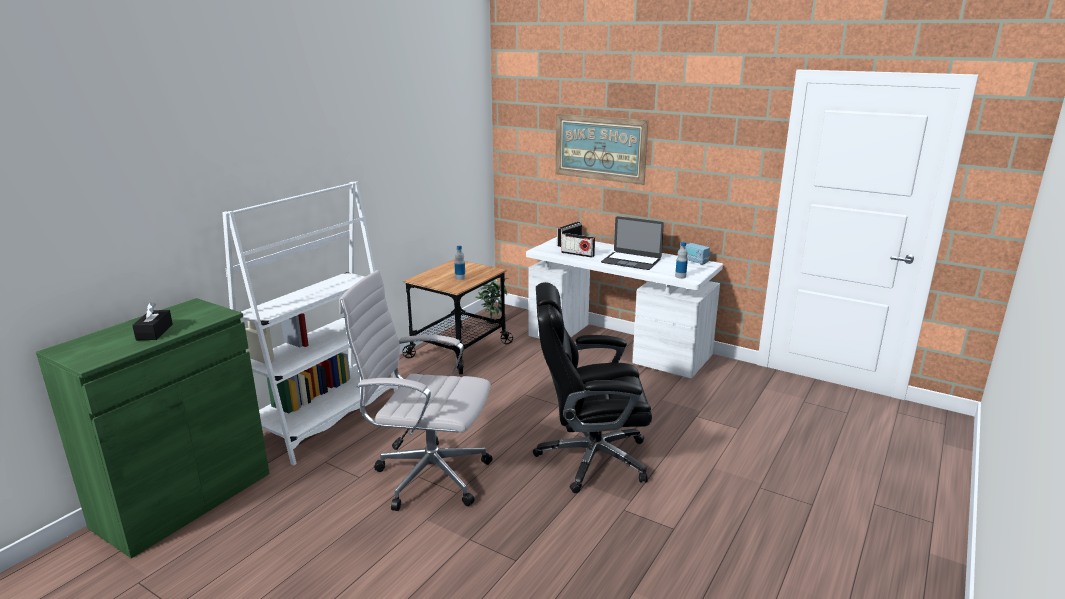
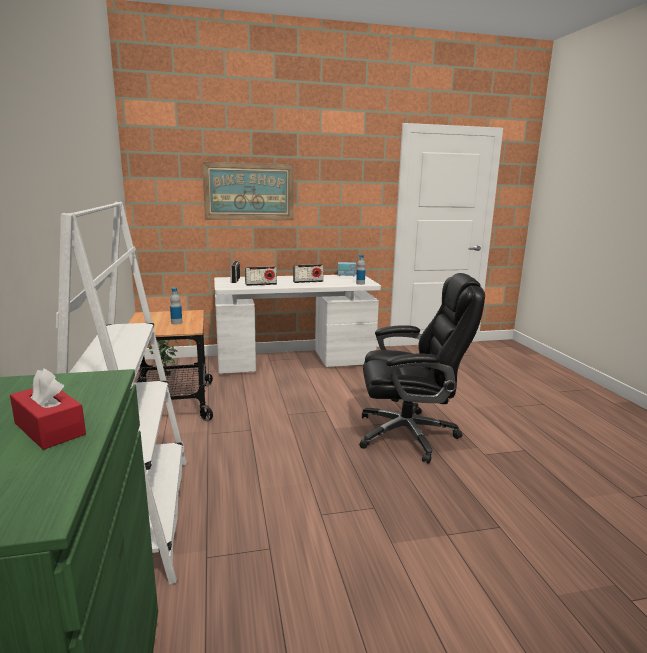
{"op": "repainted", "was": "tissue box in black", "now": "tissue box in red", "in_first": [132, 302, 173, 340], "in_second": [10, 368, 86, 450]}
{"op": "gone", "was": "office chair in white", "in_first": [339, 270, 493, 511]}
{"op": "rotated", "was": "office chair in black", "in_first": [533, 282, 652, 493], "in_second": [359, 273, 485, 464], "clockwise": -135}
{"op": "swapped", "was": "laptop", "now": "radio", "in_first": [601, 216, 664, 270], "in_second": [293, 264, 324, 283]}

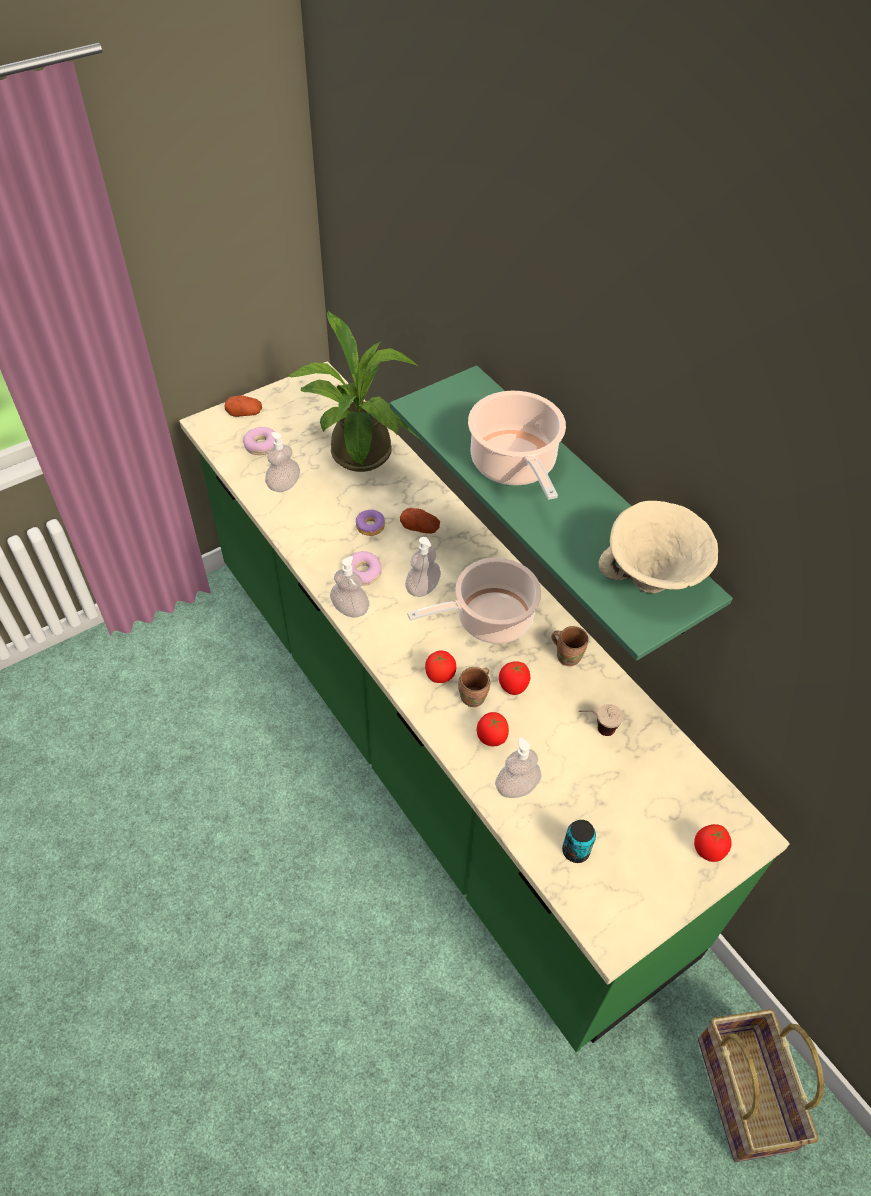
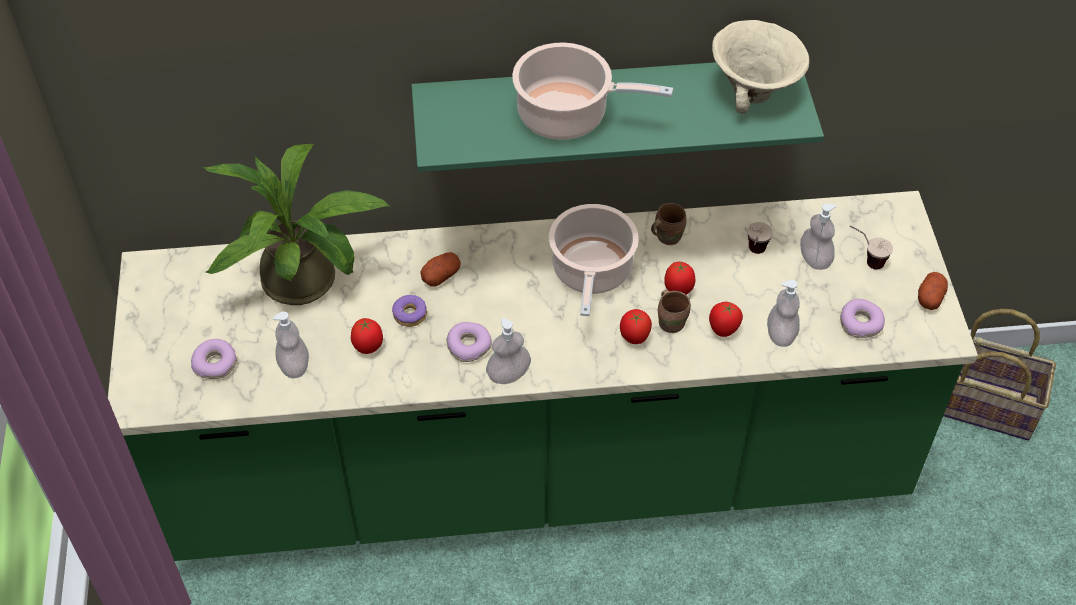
{"op": "shifted", "was": "potato", "in_first": [224, 395, 262, 417], "in_second": [918, 272, 948, 310]}
{"op": "shifted", "was": "soap dispenser", "in_first": [405, 537, 441, 597], "in_second": [800, 204, 836, 270]}
{"op": "swapped", "was": "can", "now": "donut", "in_first": [562, 820, 596, 863], "in_second": [840, 299, 885, 338]}
{"op": "shifted", "was": "tomato", "in_first": [694, 824, 732, 862], "in_second": [351, 318, 383, 354]}
{"op": "new", "now": "cup", "in_second": [850, 225, 893, 270]}

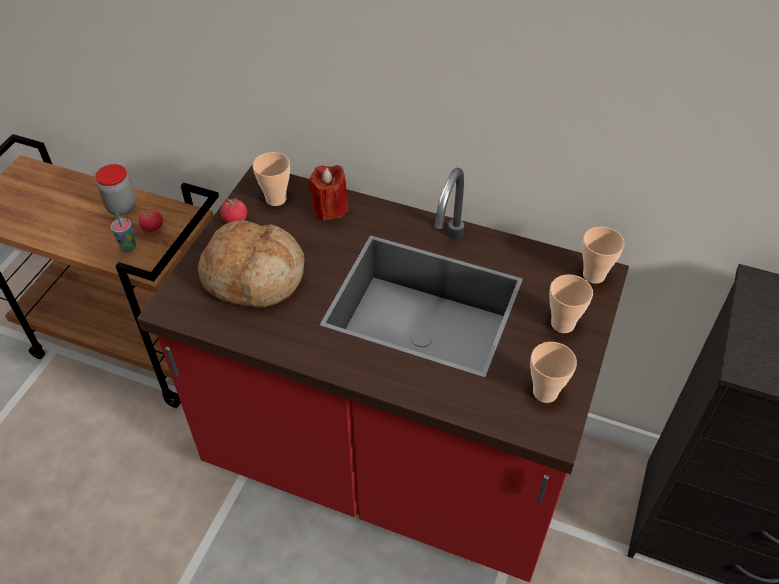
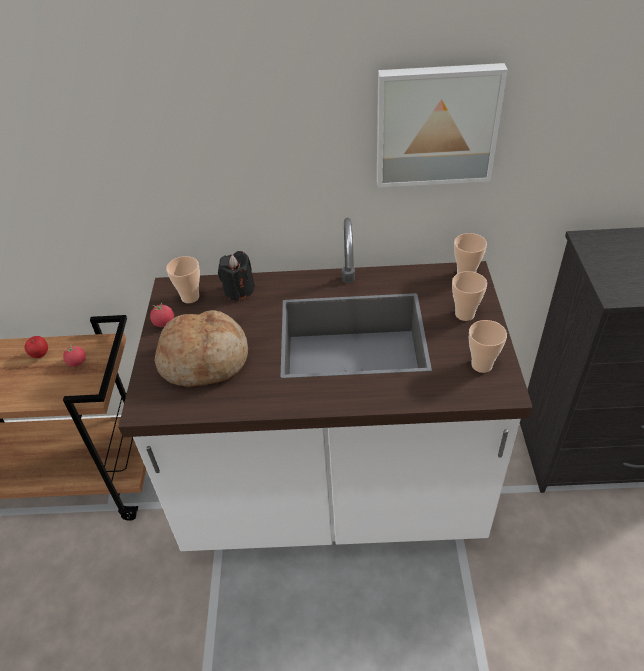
{"op": "swapped", "was": "jar", "now": "apple", "in_first": [95, 164, 136, 215], "in_second": [24, 336, 48, 358]}
{"op": "gone", "was": "cup", "in_first": [111, 213, 136, 252]}
{"op": "repainted", "was": "counter in red", "now": "counter in white", "in_first": [137, 164, 629, 582], "in_second": [118, 218, 533, 551]}
{"op": "repainted", "was": "candle in red", "now": "candle in black", "in_first": [308, 165, 348, 221], "in_second": [218, 251, 255, 301]}
{"op": "new", "now": "picture", "in_second": [377, 63, 508, 187]}

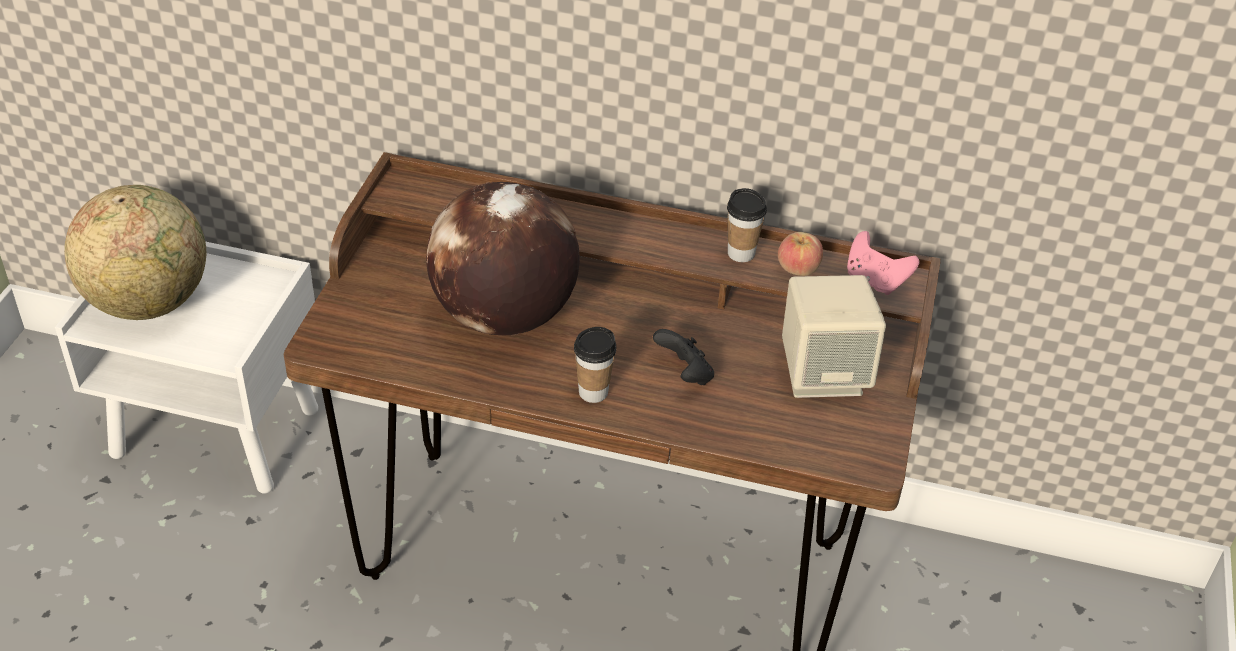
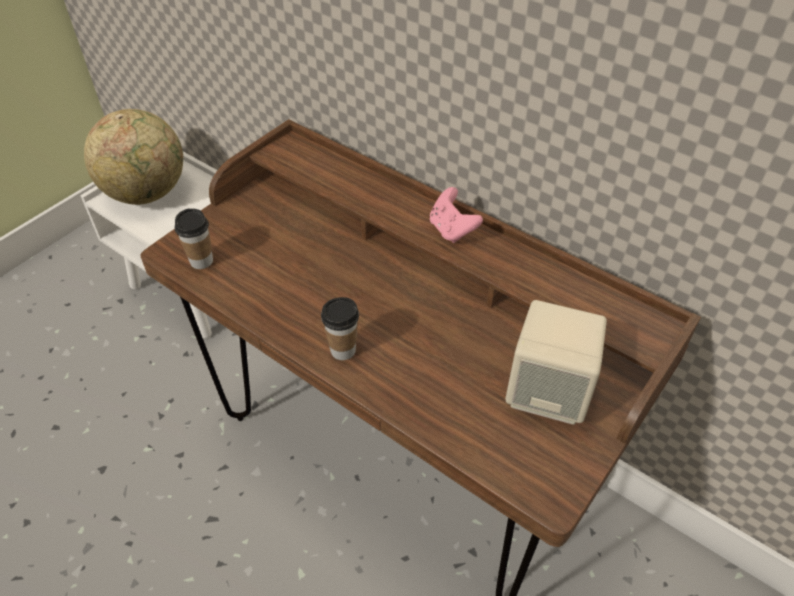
{"op": "gone", "was": "globe", "in_first": [426, 182, 580, 335]}
{"op": "gone", "was": "game controller in black", "in_first": [653, 329, 714, 385]}
{"op": "shifted", "was": "cup", "in_first": [727, 188, 767, 262], "in_second": [175, 208, 213, 269]}
{"op": "gone", "was": "apple", "in_first": [778, 232, 823, 276]}
{"op": "shifted", "was": "game controller in pink", "in_first": [847, 231, 919, 295], "in_second": [430, 187, 483, 243]}

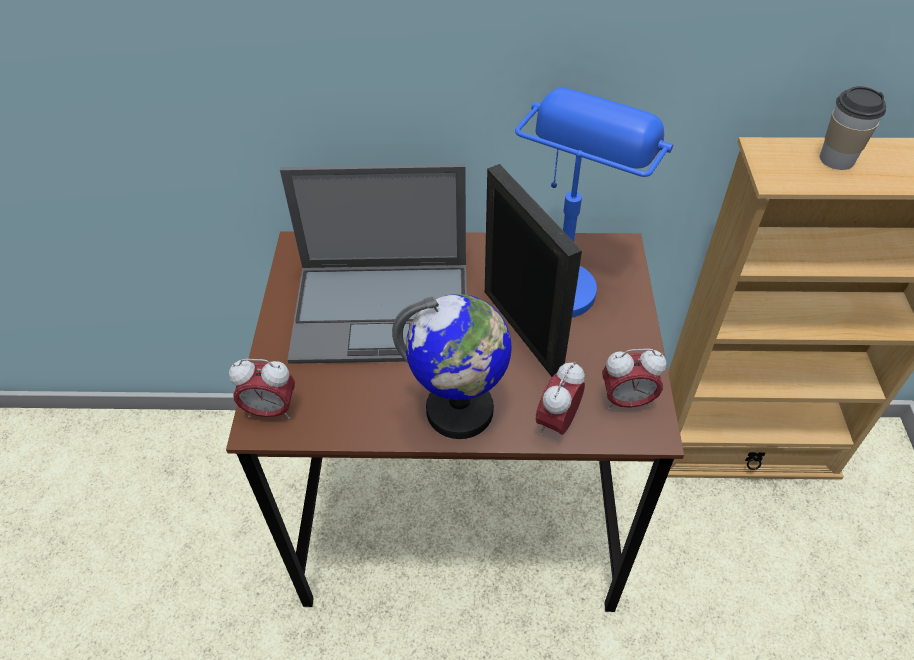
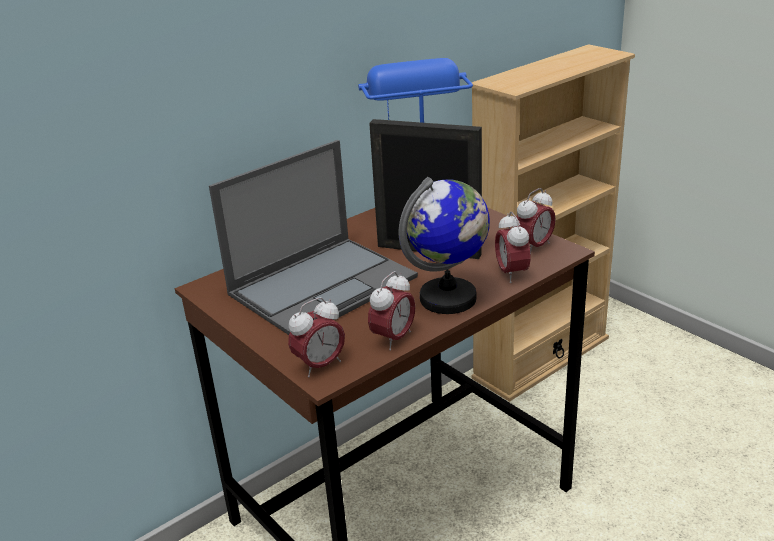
{"op": "gone", "was": "cup", "in_first": [820, 86, 886, 170]}
{"op": "new", "now": "alarm clock", "in_second": [368, 271, 415, 350]}

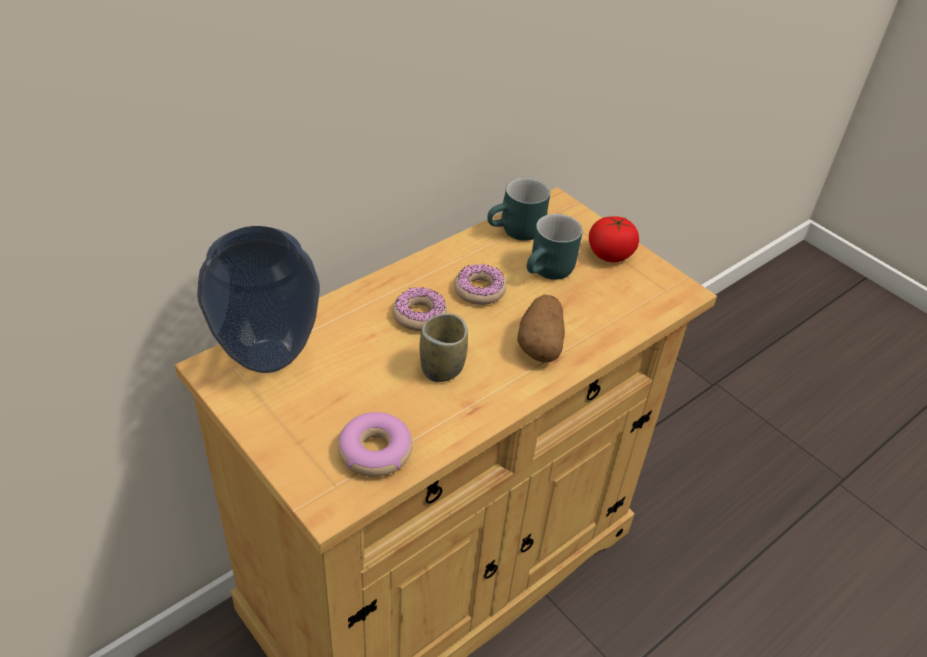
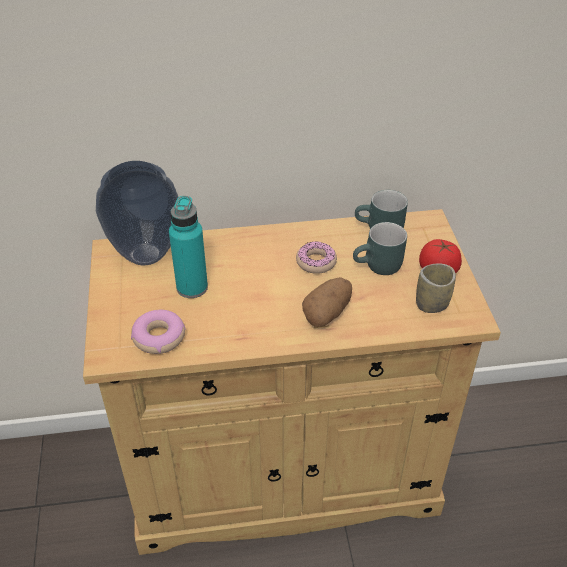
{"op": "gone", "was": "donut", "in_first": [392, 287, 447, 331]}
{"op": "shifted", "was": "cup", "in_first": [419, 313, 468, 382], "in_second": [416, 263, 456, 313]}
{"op": "new", "now": "bottle in turquoise", "in_second": [169, 196, 208, 298]}

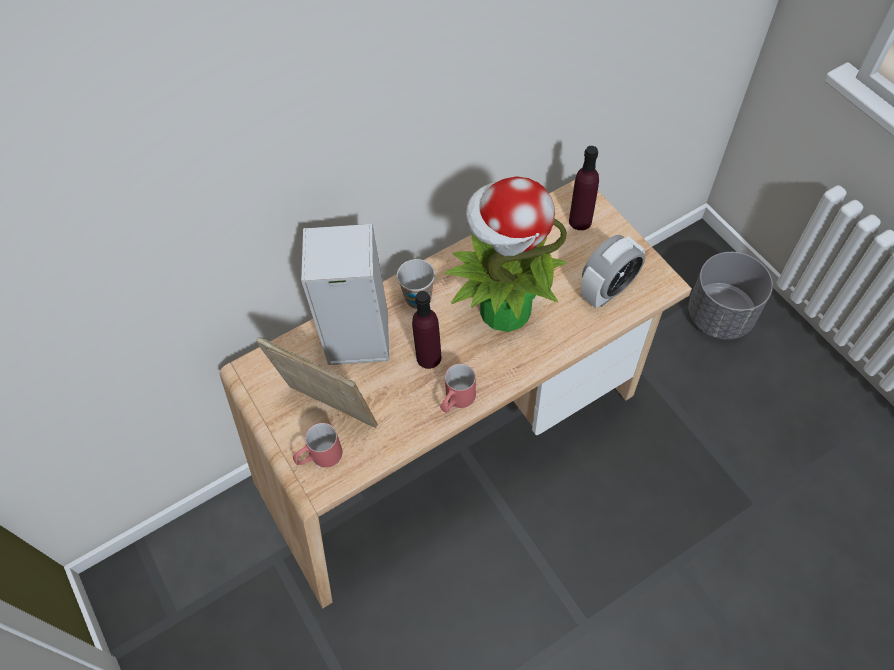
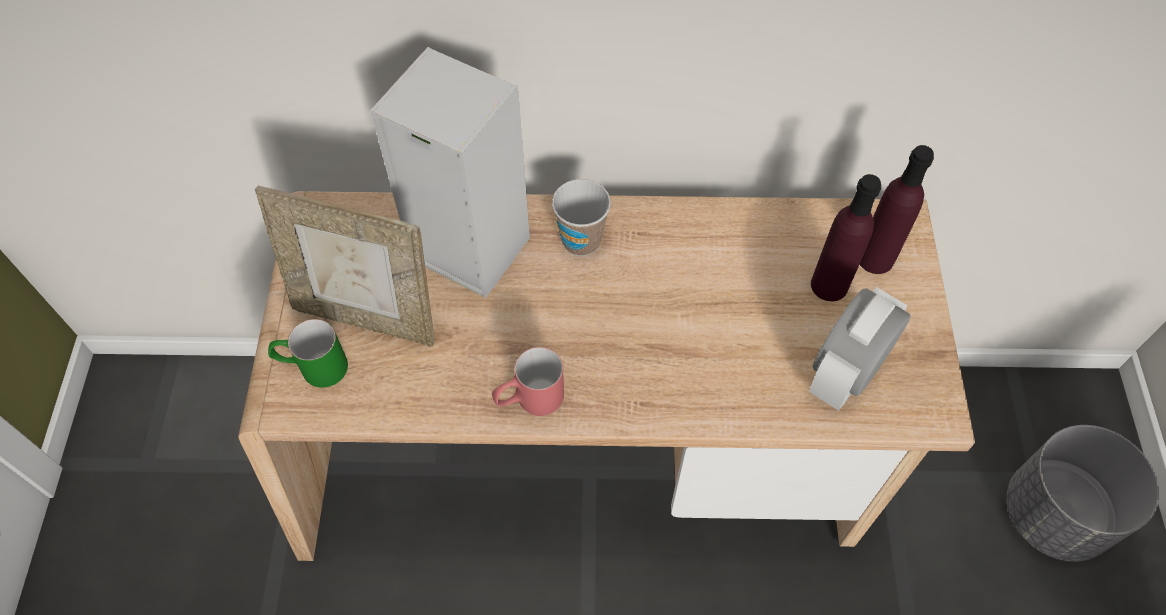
{"op": "rotated", "was": "picture frame", "in_first": [256, 337, 378, 428], "in_second": [255, 186, 434, 347], "clockwise": 135}
{"op": "repainted", "was": "mug in red", "now": "mug in green", "in_first": [293, 423, 343, 468], "in_second": [268, 319, 348, 388]}
{"op": "shifted", "was": "bottle in purple", "in_first": [412, 291, 441, 369], "in_second": [811, 174, 881, 301]}
{"op": "gone", "was": "potted plant", "in_first": [444, 176, 567, 332]}
{"op": "rotated", "was": "alarm clock", "in_first": [581, 235, 645, 308], "in_second": [809, 287, 911, 411], "clockwise": 135}

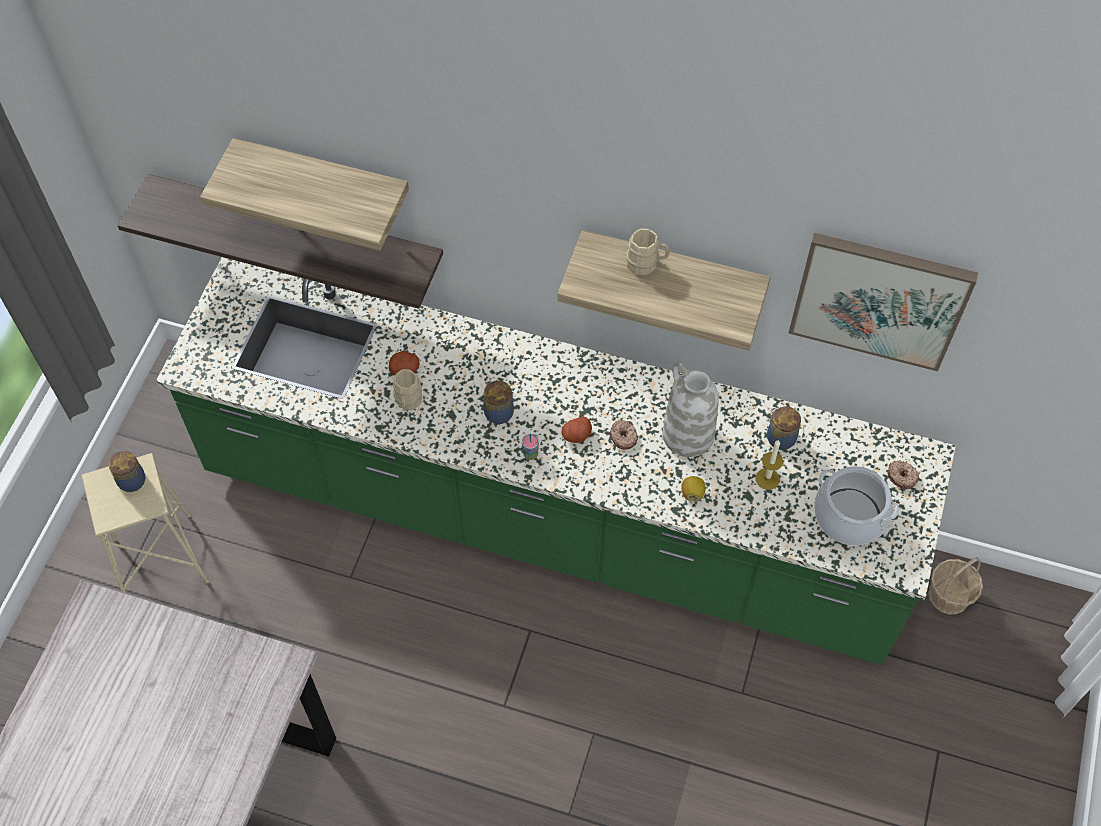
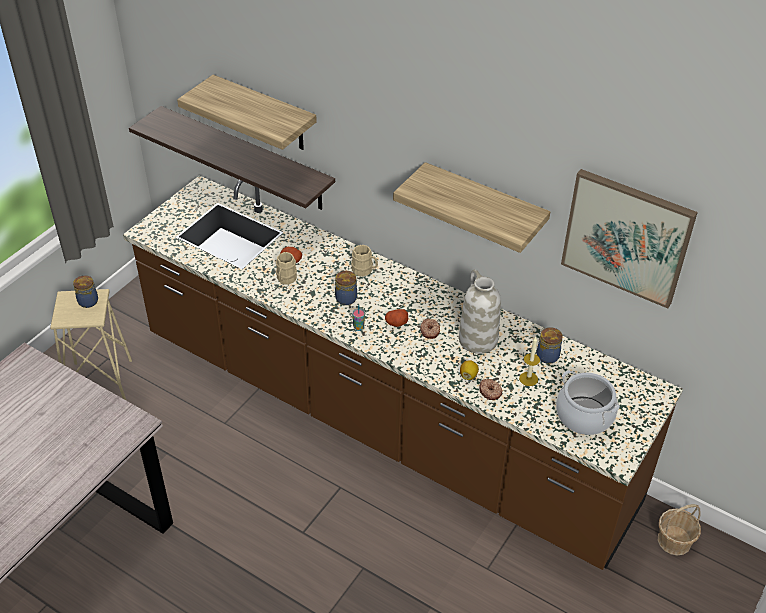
{"op": "repainted", "was": "counter in green", "now": "counter in brown", "in_first": [156, 257, 956, 665], "in_second": [123, 175, 683, 570]}
{"op": "shifted", "was": "mug in beige", "in_first": [626, 228, 670, 275], "in_second": [351, 245, 378, 277]}
{"op": "shifted", "was": "donut", "in_first": [888, 460, 920, 489], "in_second": [479, 379, 503, 400]}

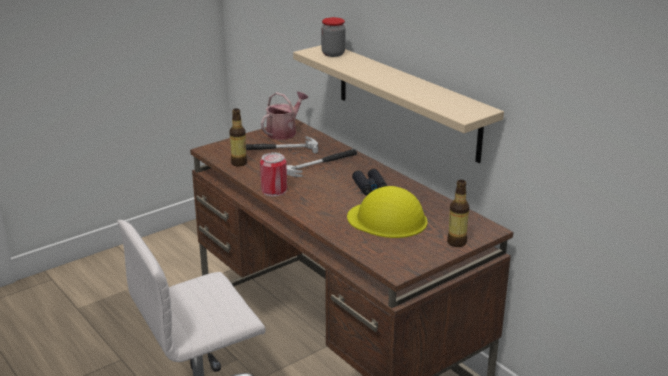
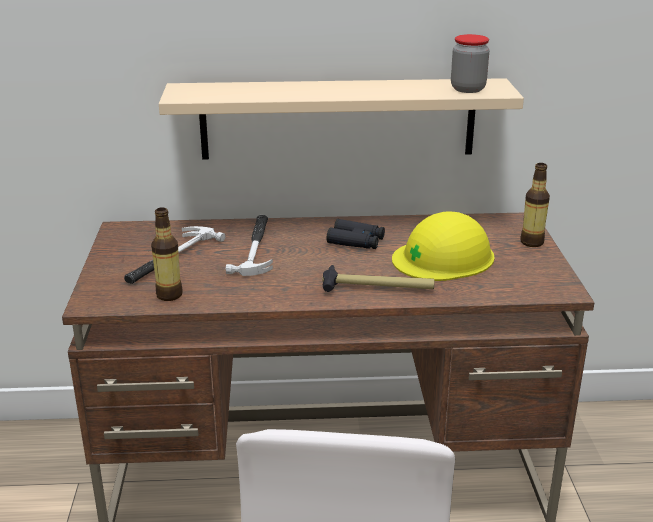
{"op": "gone", "was": "can", "in_first": [260, 152, 287, 196]}
{"op": "gone", "was": "watering can", "in_first": [261, 92, 308, 140]}
{"op": "shifted", "was": "jar", "in_first": [321, 17, 346, 57], "in_second": [451, 34, 489, 93]}
{"op": "new", "now": "hammer", "in_second": [322, 265, 434, 292]}

